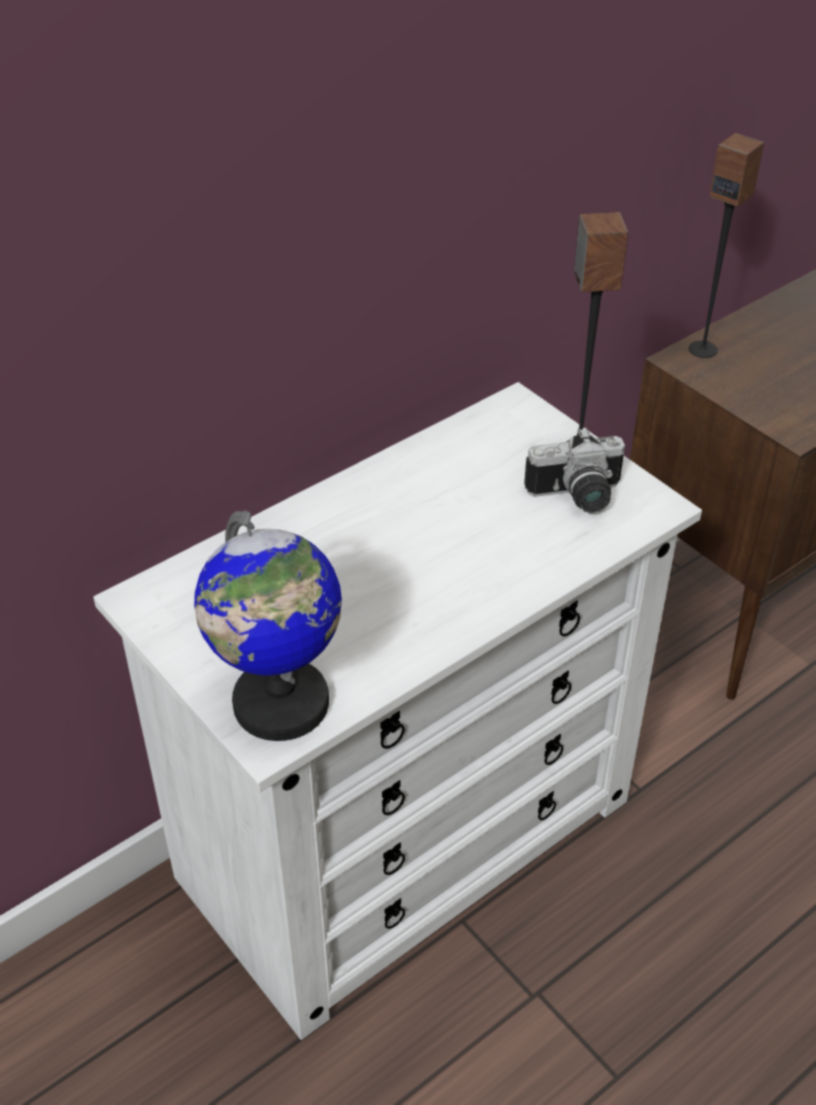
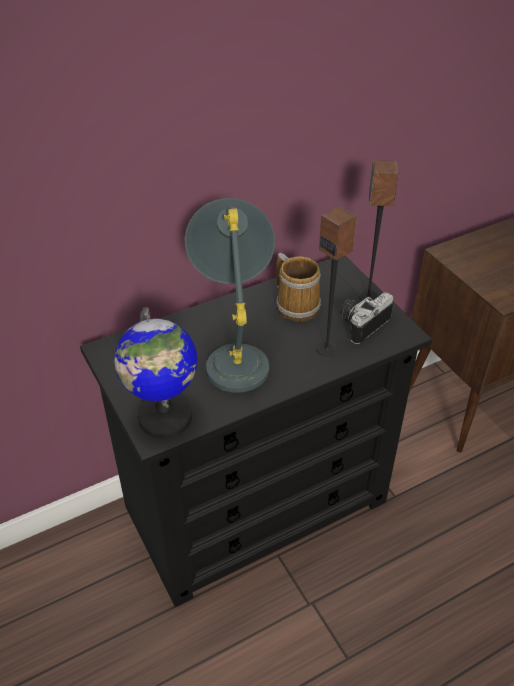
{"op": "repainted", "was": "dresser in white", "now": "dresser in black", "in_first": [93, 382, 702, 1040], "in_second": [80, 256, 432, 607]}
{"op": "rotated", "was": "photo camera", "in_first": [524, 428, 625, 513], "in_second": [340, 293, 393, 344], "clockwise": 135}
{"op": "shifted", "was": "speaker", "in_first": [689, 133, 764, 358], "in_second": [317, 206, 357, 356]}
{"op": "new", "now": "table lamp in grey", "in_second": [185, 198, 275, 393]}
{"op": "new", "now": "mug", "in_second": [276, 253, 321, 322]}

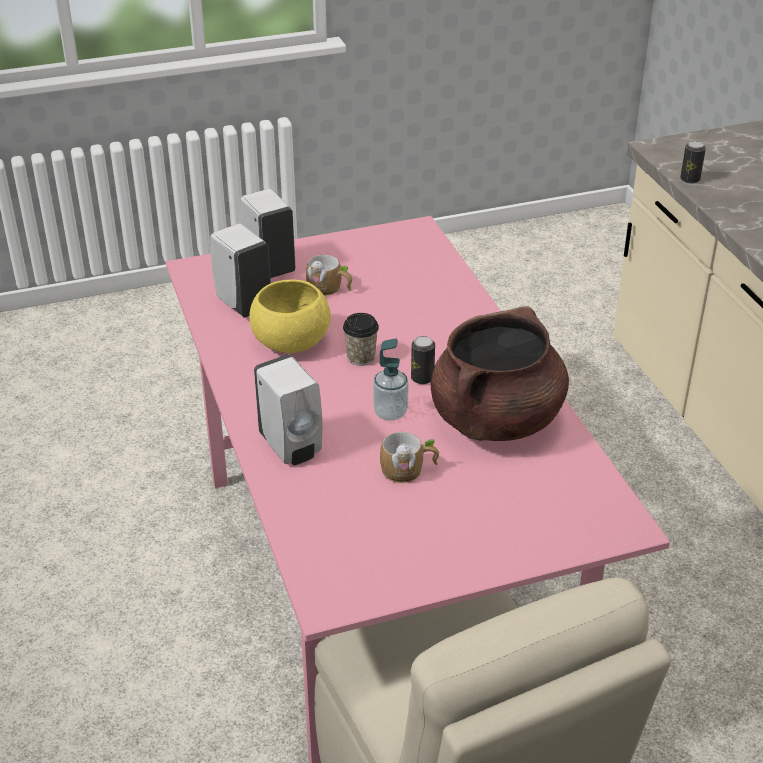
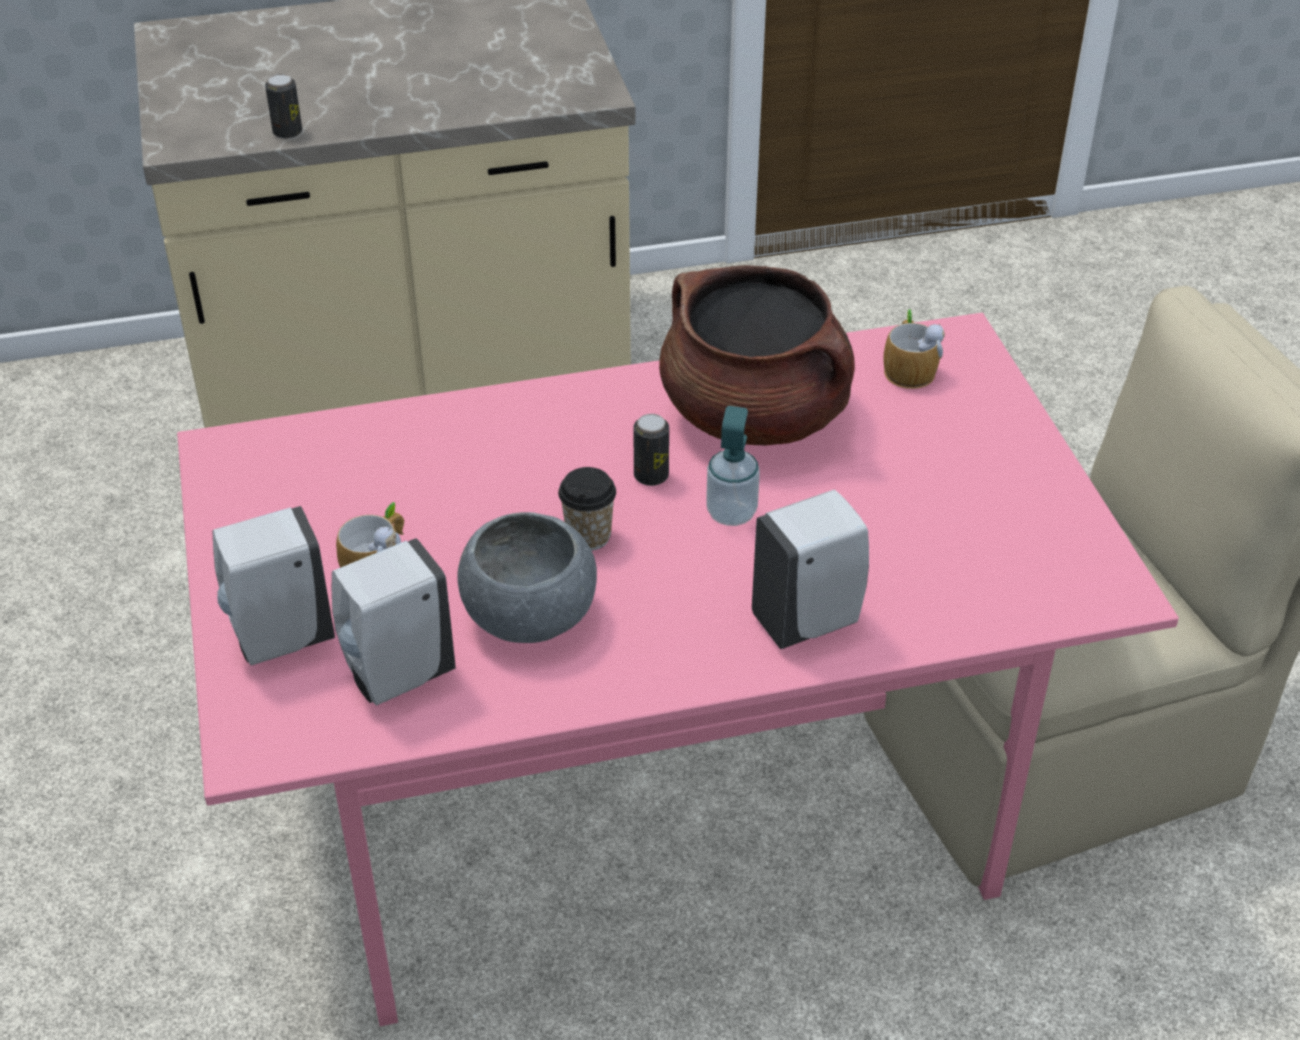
{"op": "repainted", "was": "bowl in yellow", "now": "bowl in grey", "in_first": [249, 279, 331, 353], "in_second": [457, 512, 597, 643]}
{"op": "shifted", "was": "mug", "in_first": [380, 432, 439, 483], "in_second": [884, 310, 945, 389]}

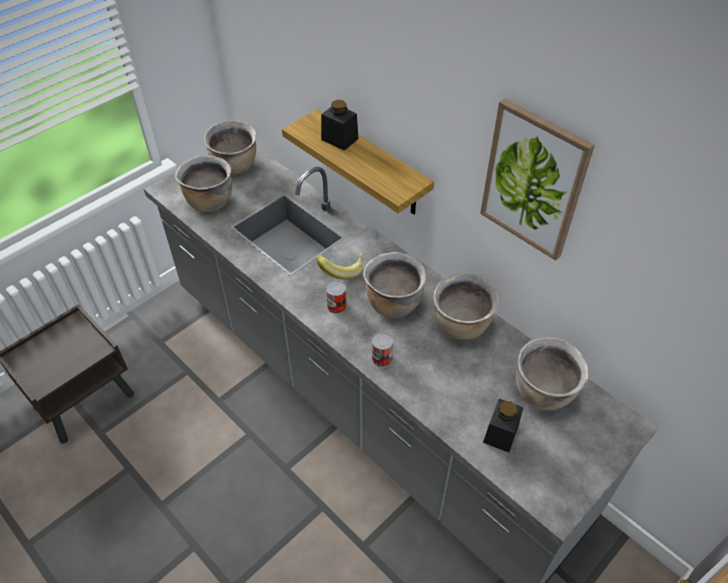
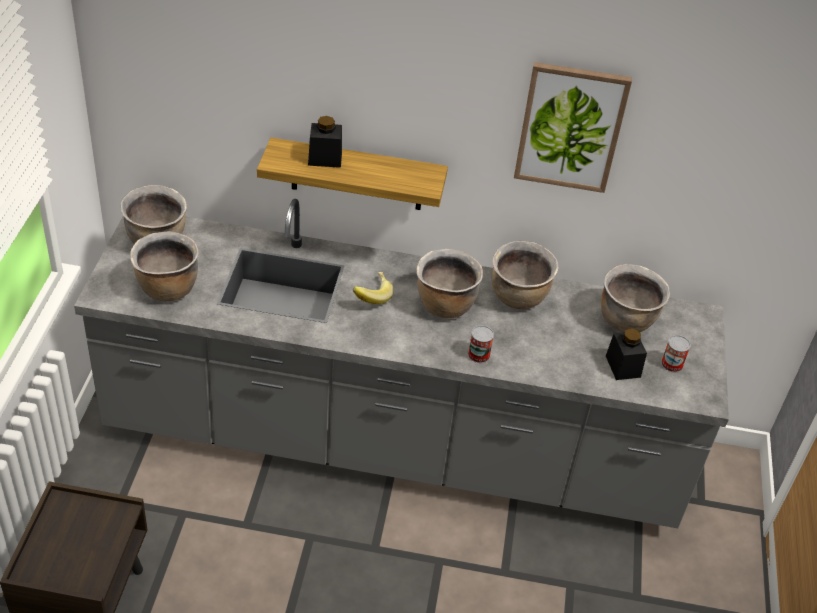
{"op": "shifted", "was": "can", "in_first": [326, 280, 347, 314], "in_second": [661, 335, 691, 372]}

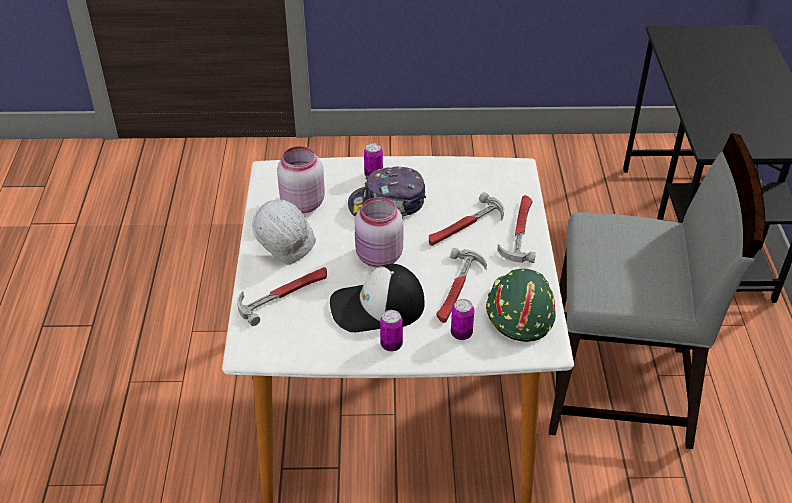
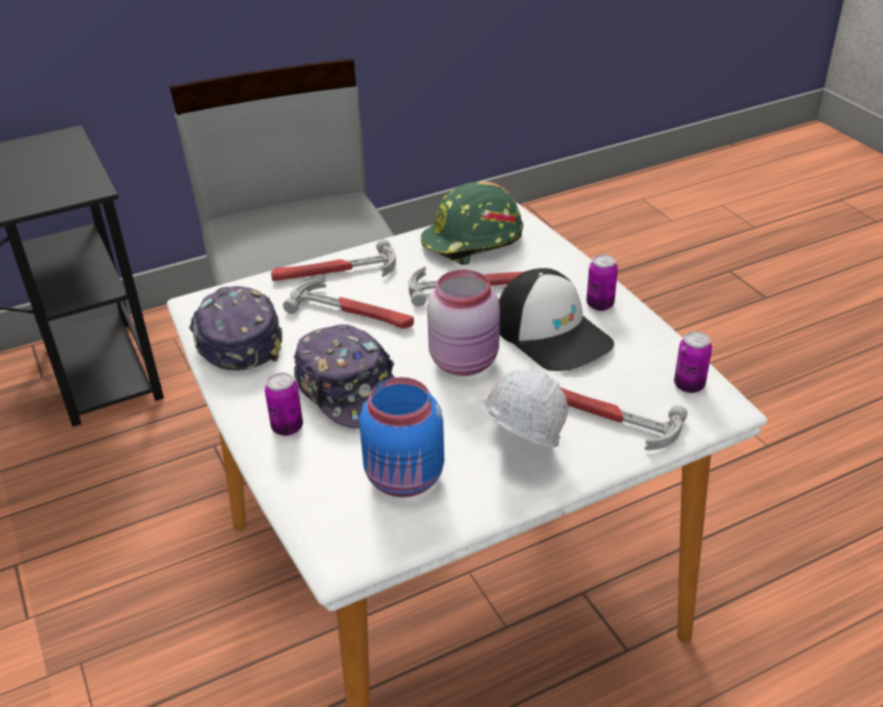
{"op": "repainted", "was": "jar in pink", "now": "jar in blue", "in_first": [277, 146, 325, 213], "in_second": [359, 377, 444, 497]}
{"op": "shifted", "was": "can", "in_first": [451, 299, 474, 340], "in_second": [674, 331, 712, 393]}
{"op": "new", "now": "cap", "in_second": [189, 286, 282, 370]}

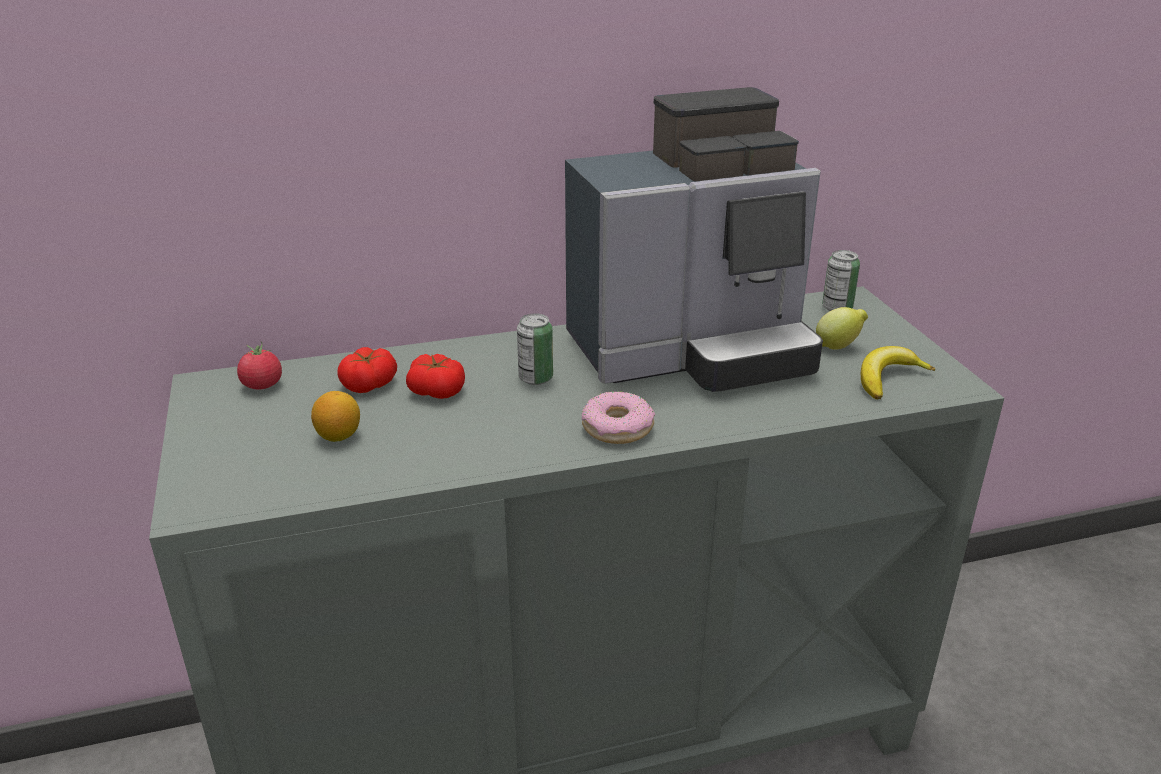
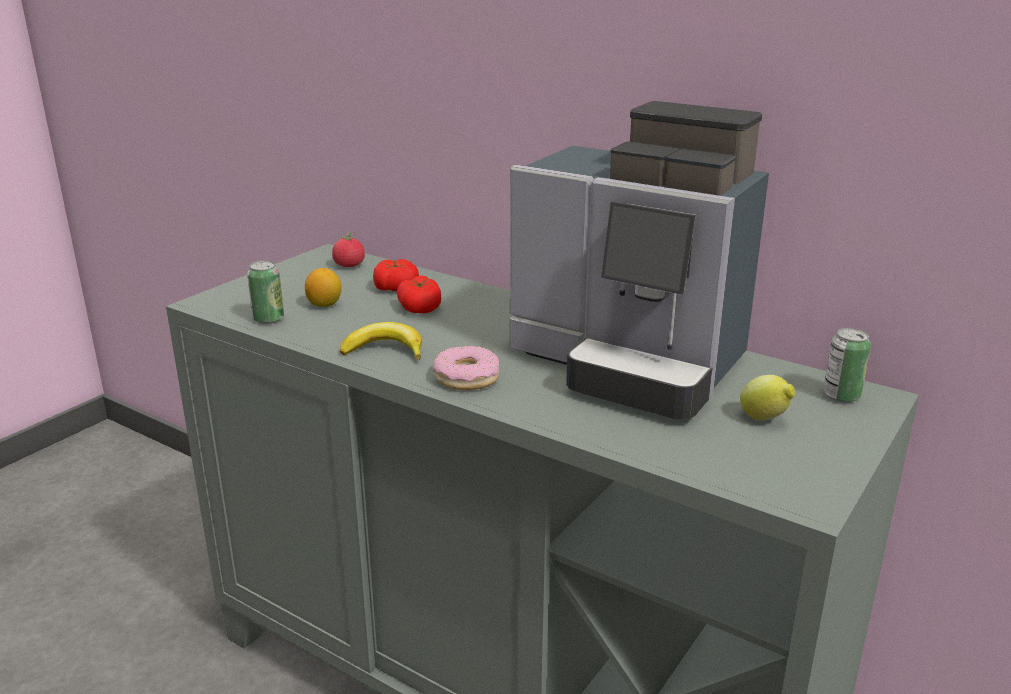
{"op": "shifted", "was": "can", "in_first": [517, 313, 553, 385], "in_second": [247, 260, 284, 324]}
{"op": "shifted", "was": "banana", "in_first": [861, 346, 935, 399], "in_second": [340, 322, 422, 360]}

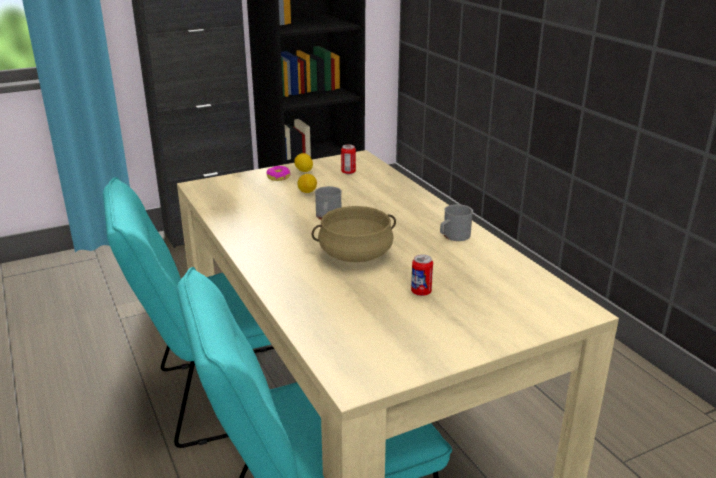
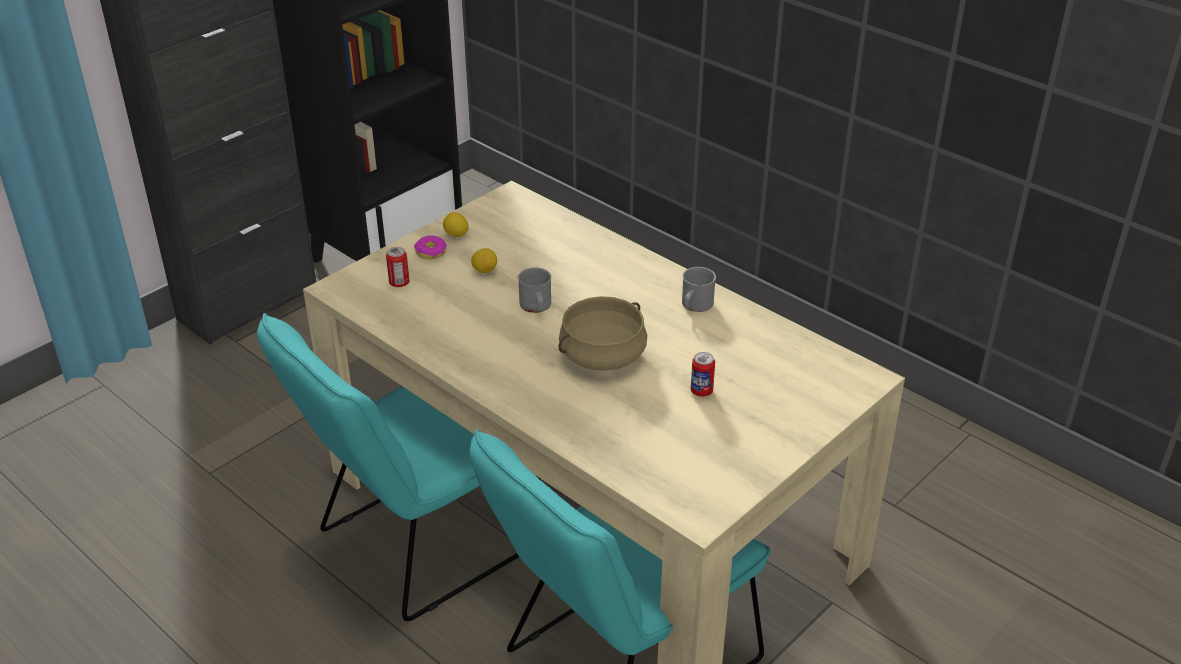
{"op": "shifted", "was": "can", "in_first": [341, 144, 356, 174], "in_second": [386, 247, 409, 287]}

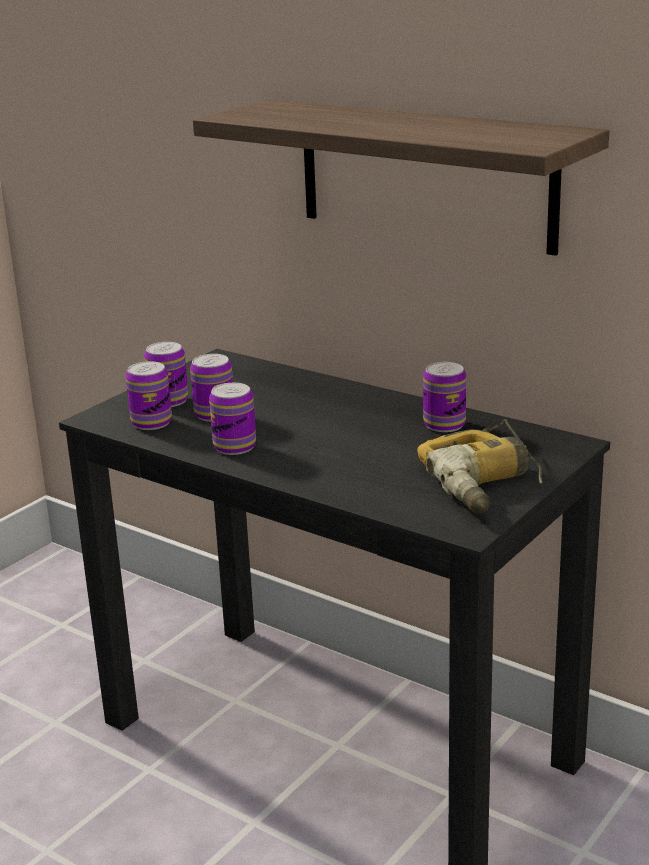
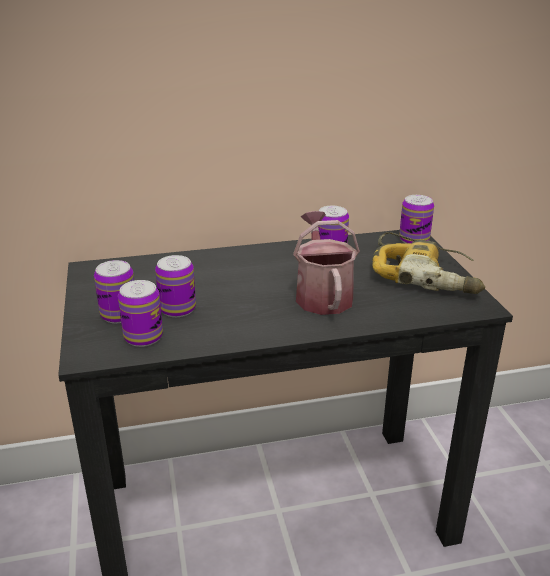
{"op": "gone", "was": "shelf", "in_first": [193, 100, 609, 256]}
{"op": "shifted", "was": "can", "in_first": [209, 383, 256, 455], "in_second": [399, 195, 434, 244]}
{"op": "new", "now": "watering can", "in_second": [293, 211, 360, 315]}

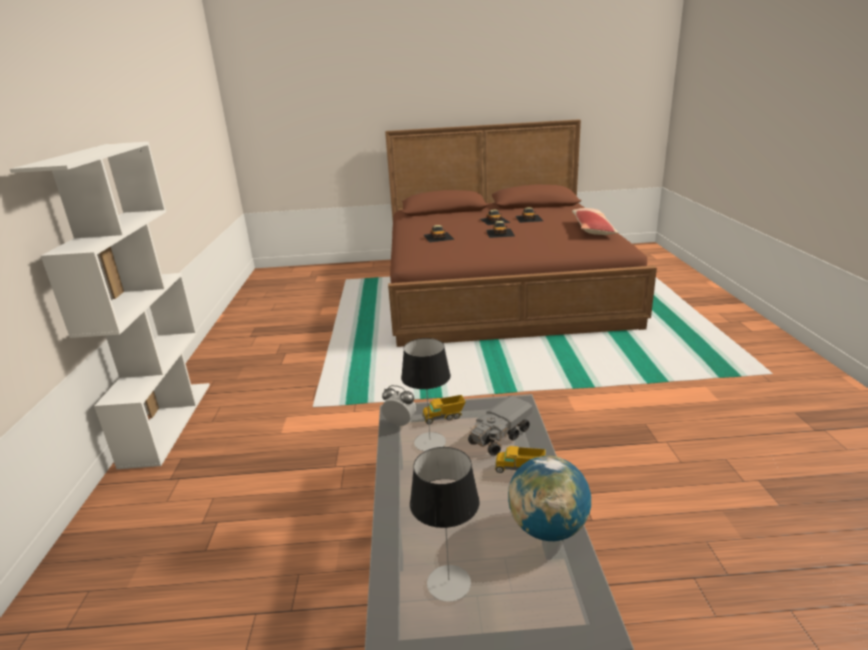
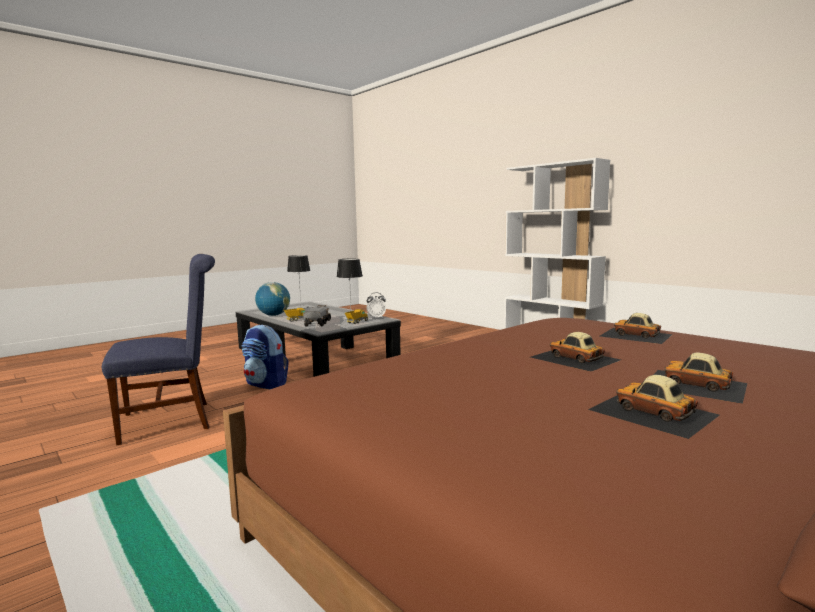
{"op": "gone", "was": "pillow", "in_first": [572, 208, 618, 235]}
{"op": "new", "now": "chair in blue", "in_second": [102, 254, 215, 445]}
{"op": "new", "now": "backpack", "in_second": [242, 325, 288, 390]}

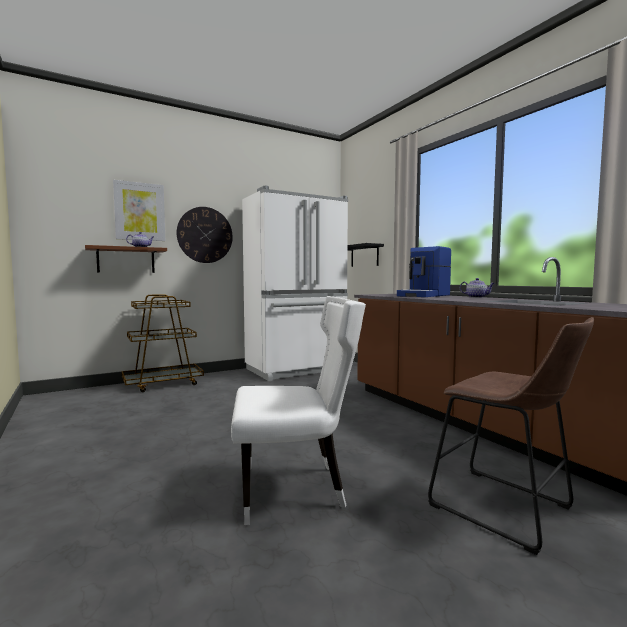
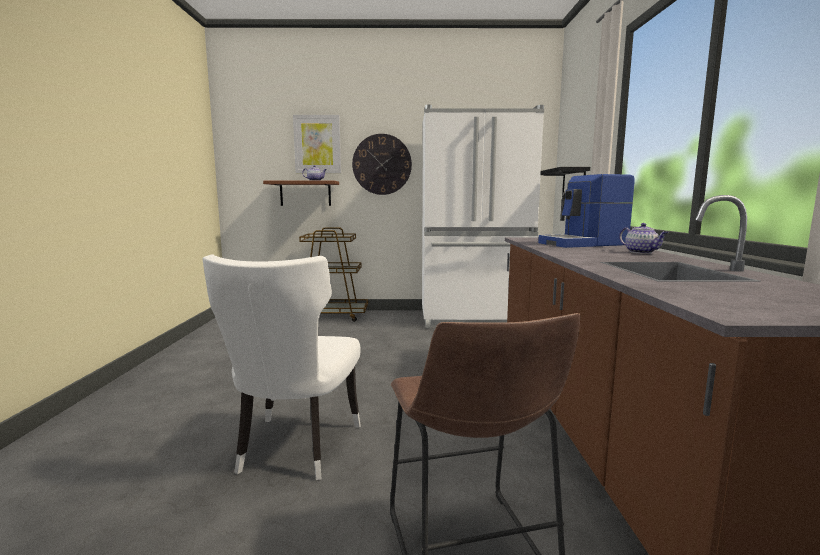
{"op": "rotated", "was": "chair in white", "in_first": [231, 296, 366, 525], "in_second": [203, 254, 361, 480], "clockwise": 75}

